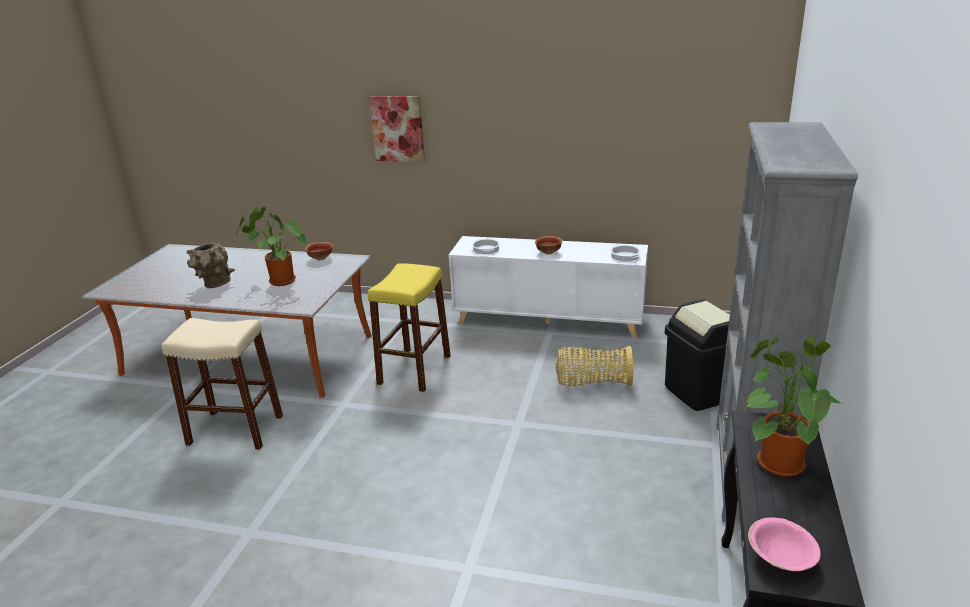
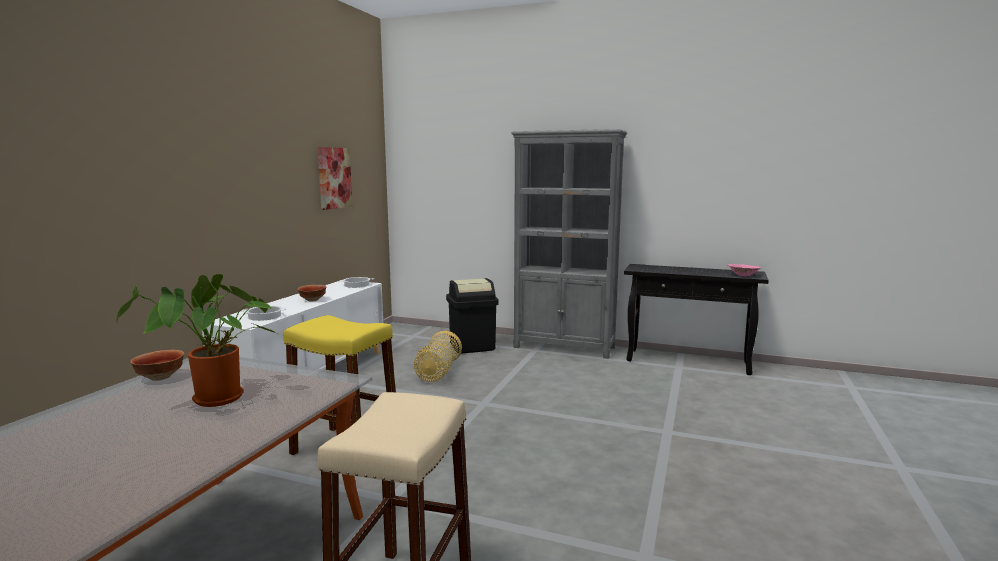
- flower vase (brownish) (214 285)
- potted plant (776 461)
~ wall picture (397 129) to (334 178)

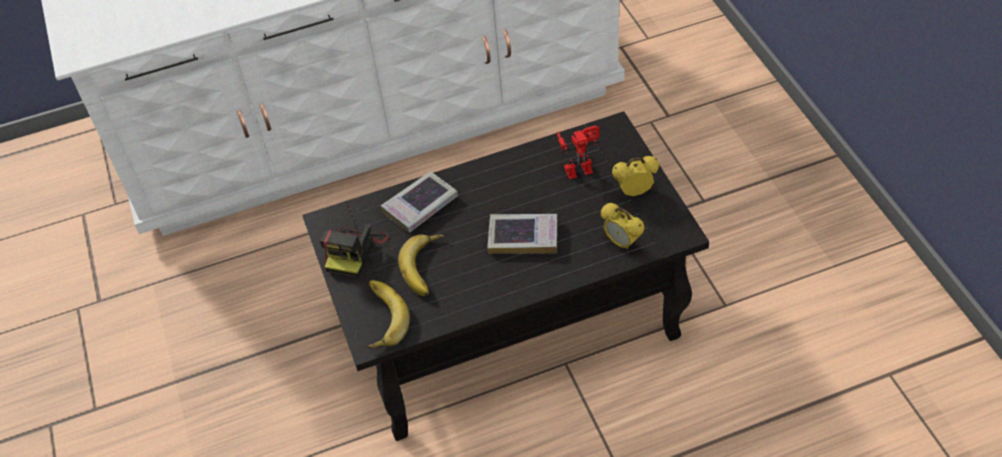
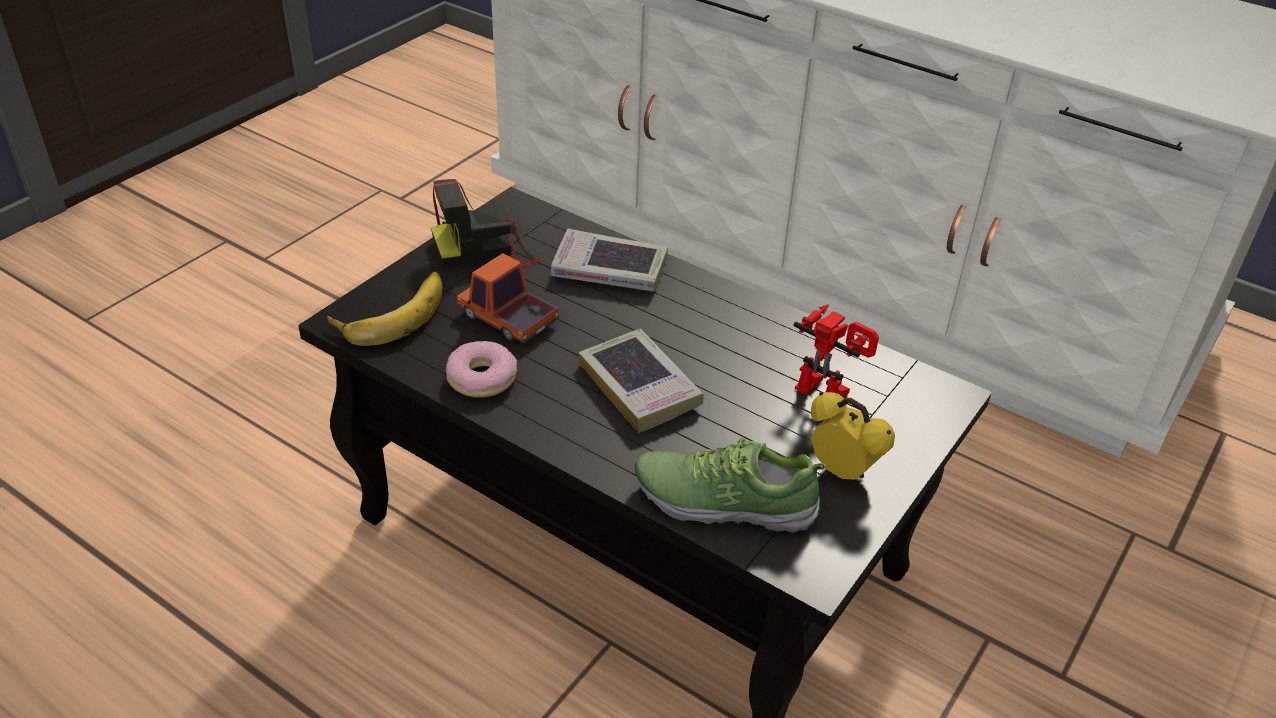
+ donut (482 378)
~ banana fruit (427 267) to toy lorry (508 318)
~ bedside clock (621 243) to low shoe (724 500)

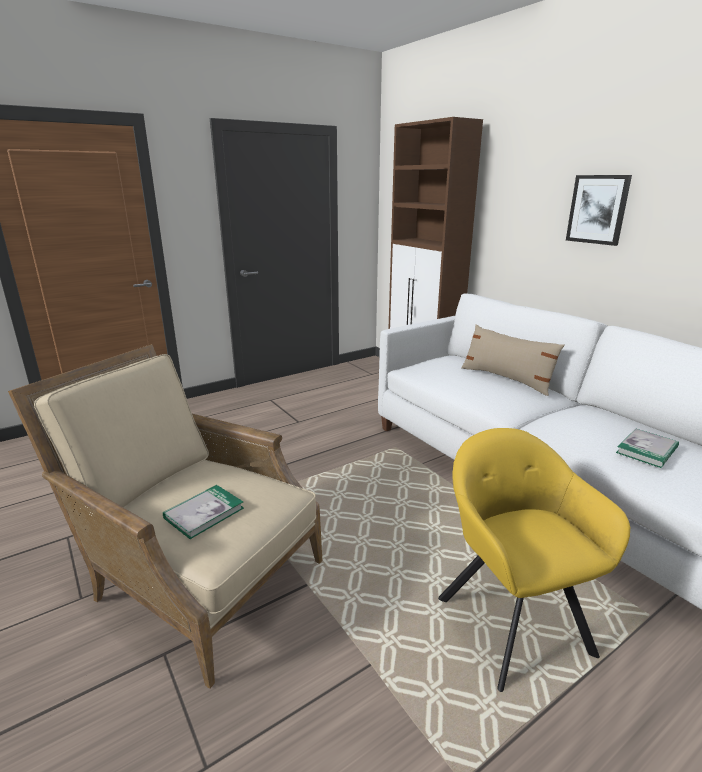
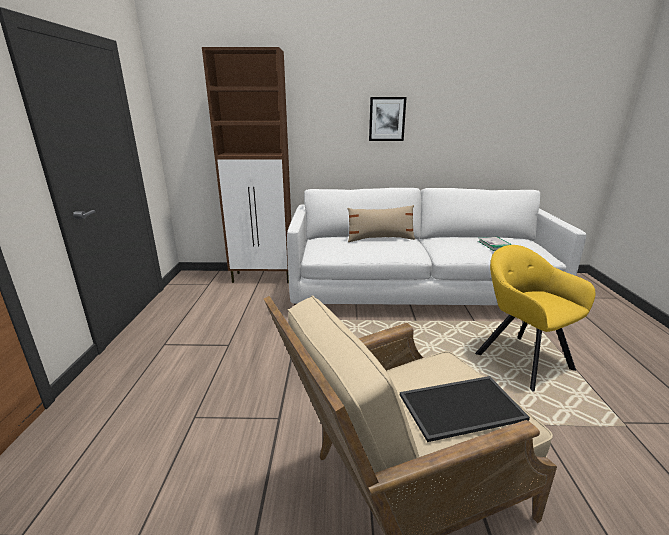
~ bound book (204 513) to tray (461 405)
~ armchair (yellow-coloured) (510 618) = (520 358) 45 degrees clockwise

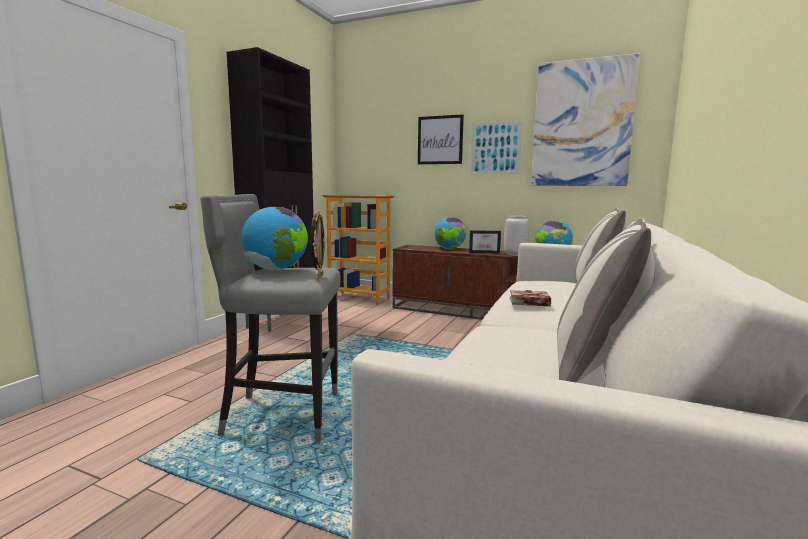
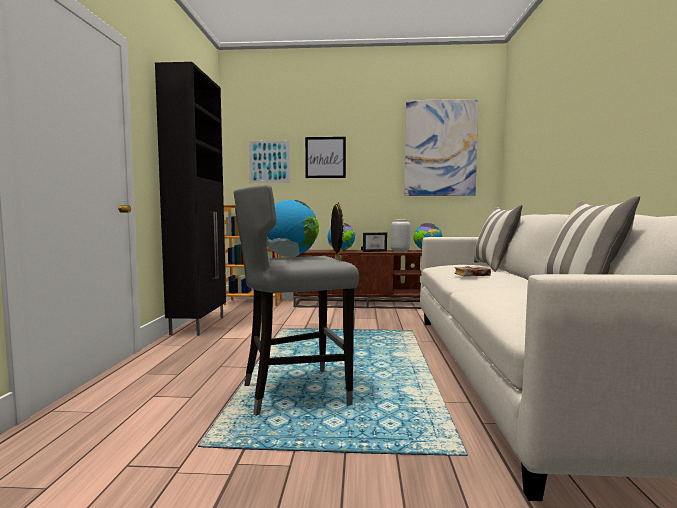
~ wall picture (495 148) to (269 161)

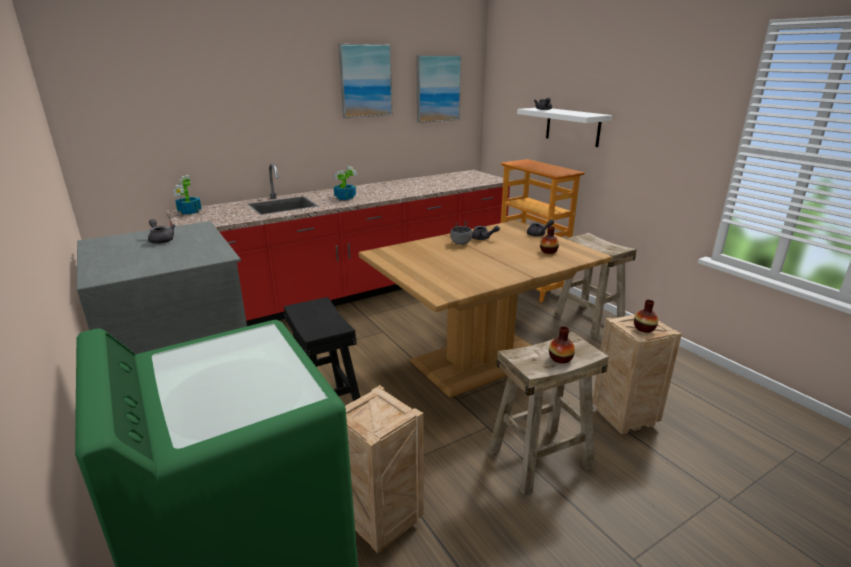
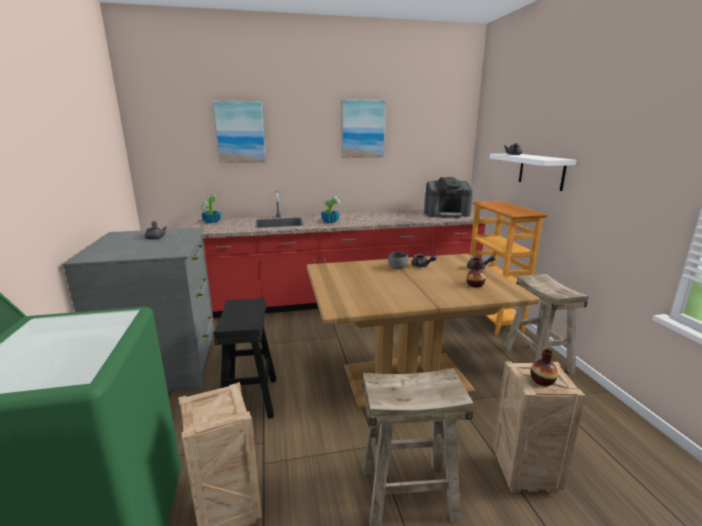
- flower vase (560 358)
+ coffee machine (446 214)
~ wall picture (437 88) to (240 132)

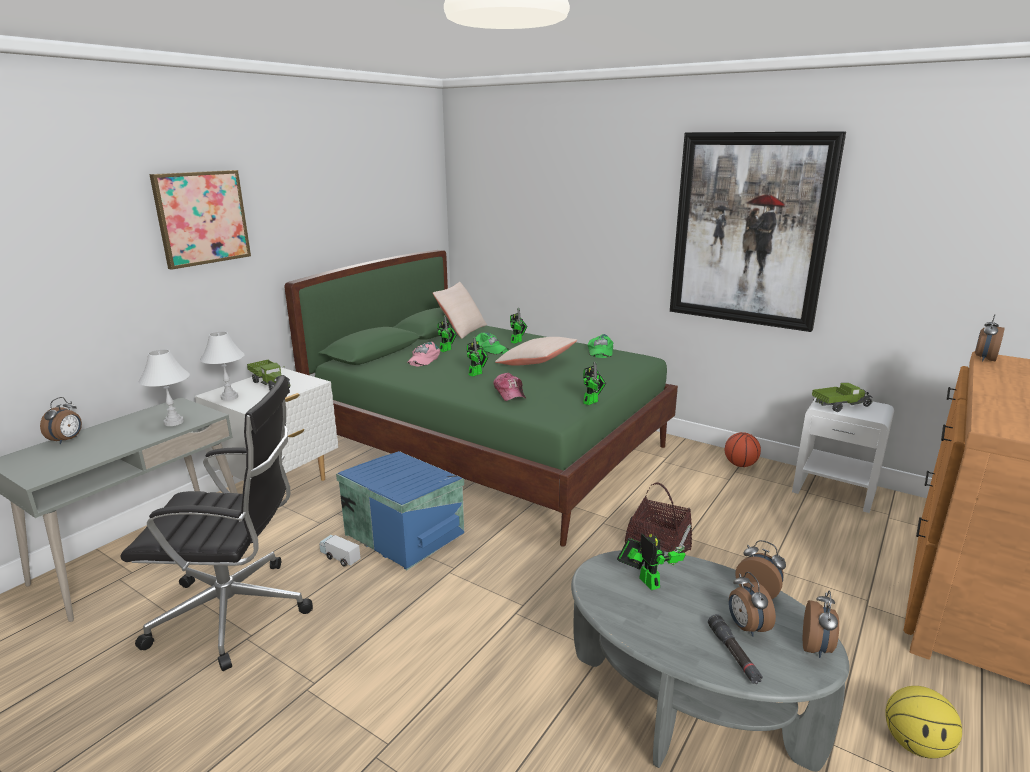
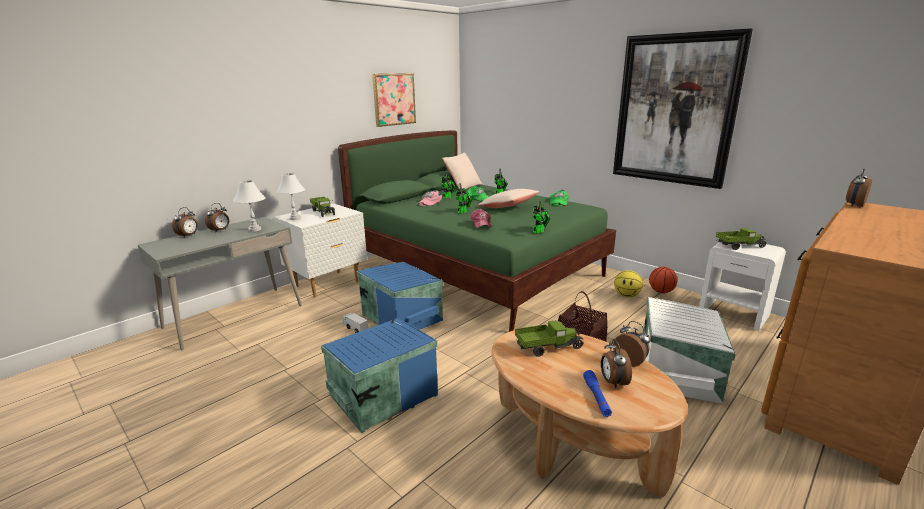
- computer chair (black-coloured) (236 613)
+ storage container (blue) (381 394)
+ storage container (whitish) (679 372)
~ wall picture (202 218) to (394 99)
~ bedside clock (816 648) to (220 230)
~ basketball (916 745) to (627 296)
~ robot figure (647 580) to toy lorry (548 347)
~ low table (grey) (686 709) to low table (brownish) (573 445)
~ torch (black-coloured) (733 654) to torch (blue) (596 397)

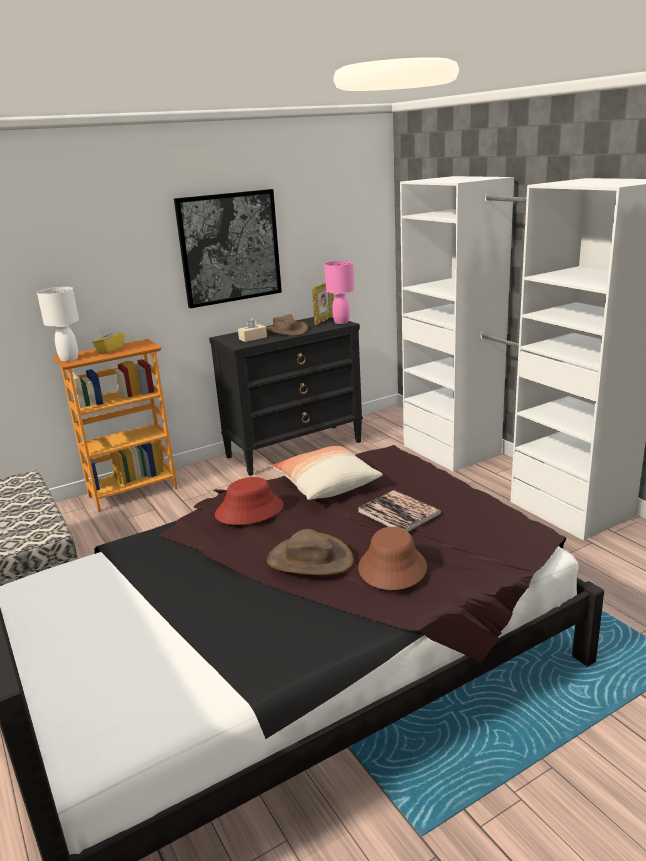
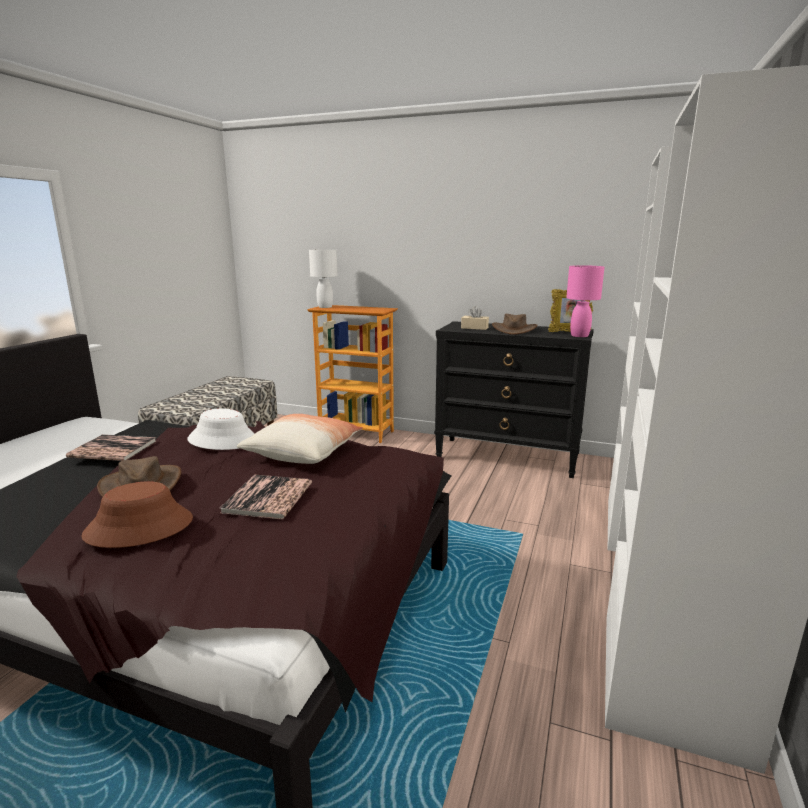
- box of tissues (yellow-coloured) (110 350)
- wall picture (229 248)
+ bound book (113 449)
~ clothing hat (reddish) (249 510) to clothing hat (whitish) (223 440)

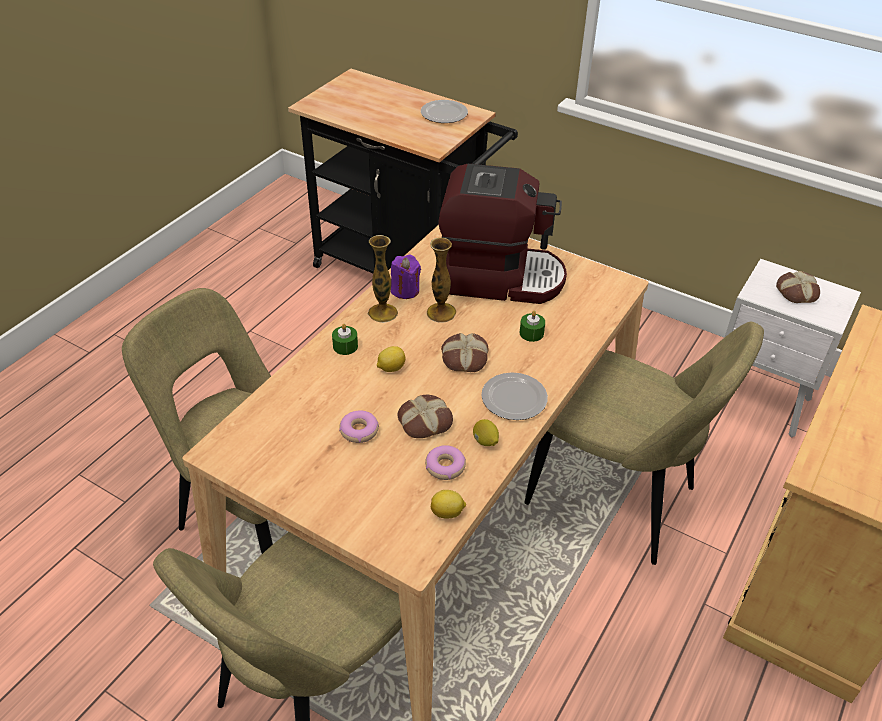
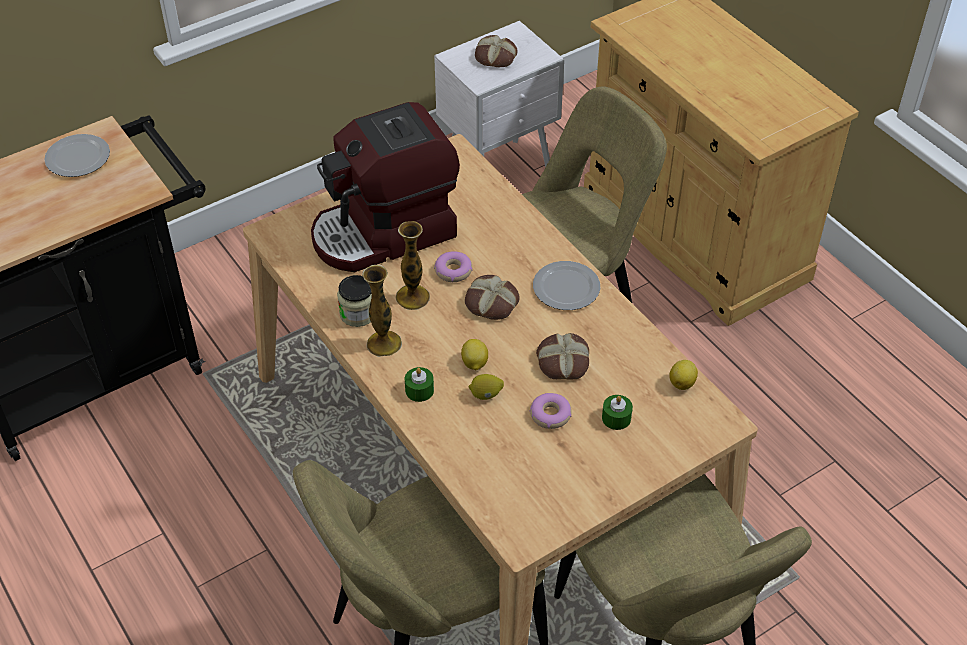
~ donut (445 466) to (453 271)
~ citrus fruit (485 441) to (486 394)
~ wax candle (greenish) (531 333) to (616 418)
~ wax candle (purple) (405 290) to jar (358 314)
~ coffee machine (500 277) = (385 233) 150 degrees counterclockwise

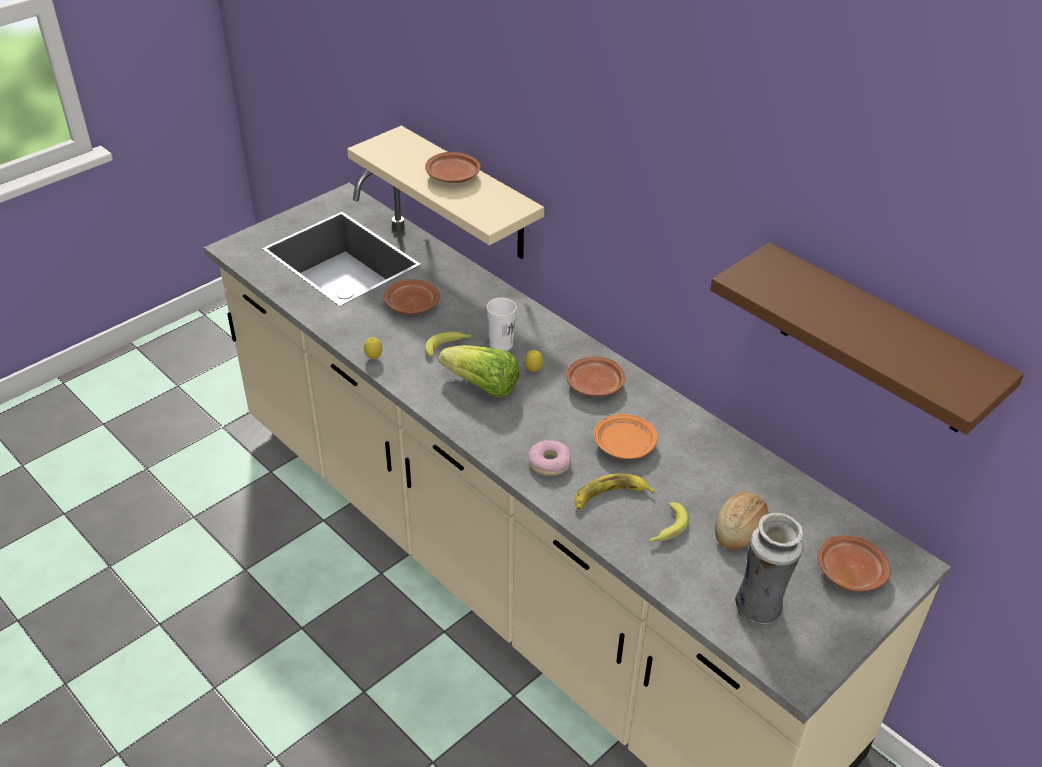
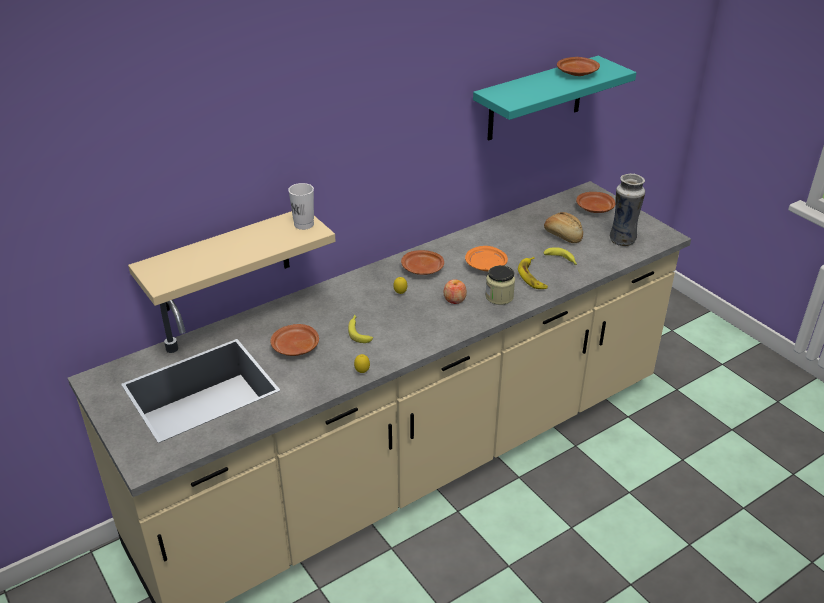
- lettuce head (482 386)
+ whole apple (454 299)
~ plate (brownish) (453 177) to (577 73)
~ drinking cup (whitish) (501 344) to (304 224)
~ donut (549 463) to jar (499 297)
~ bracket shelf (brownish) (876 342) to bracket shelf (turquoise) (535 99)

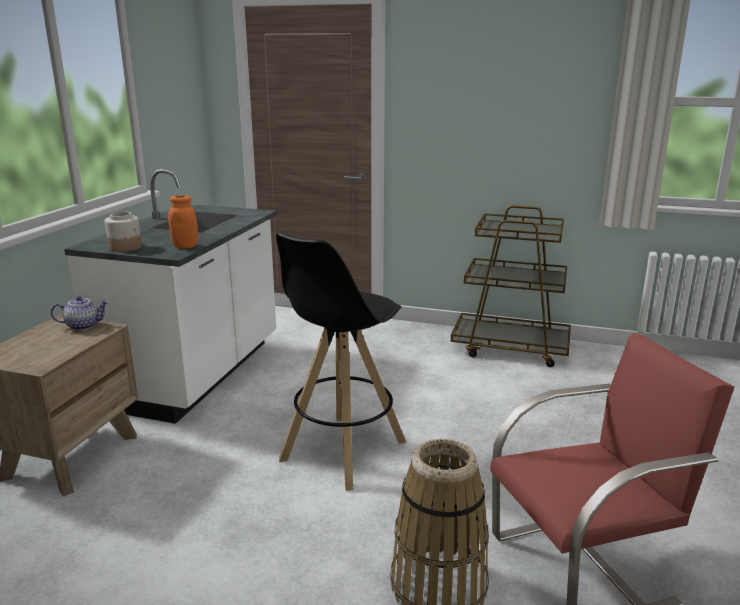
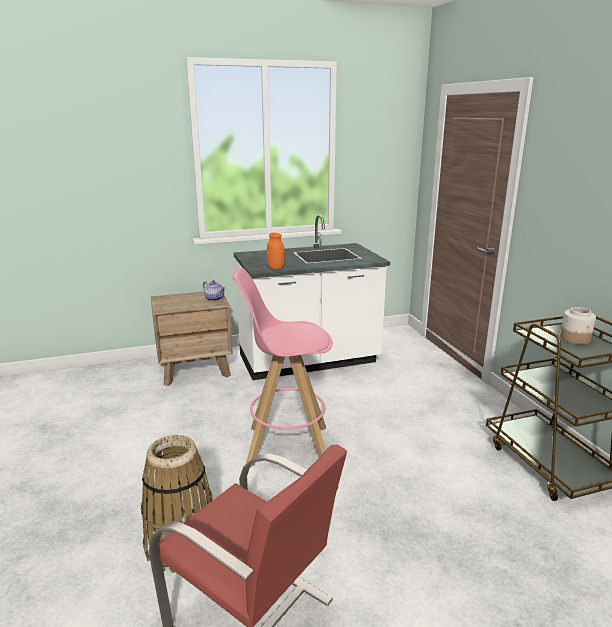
~ jar (125 247) to (575 338)
~ stool (black-coloured) (342 451) to stool (pink) (286 445)

